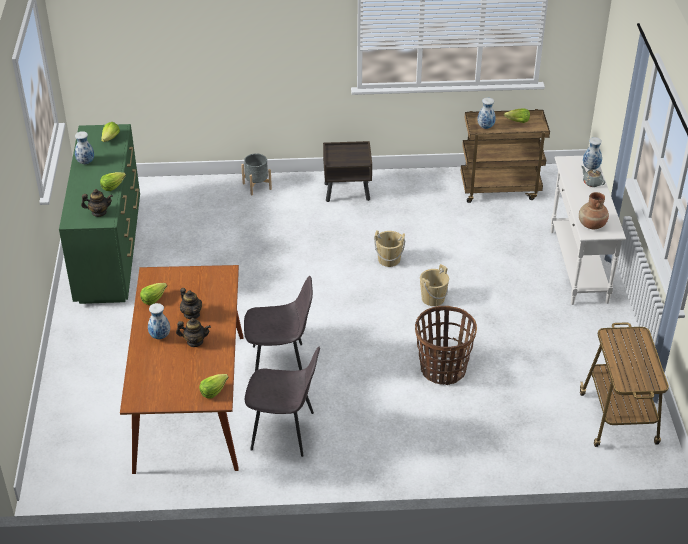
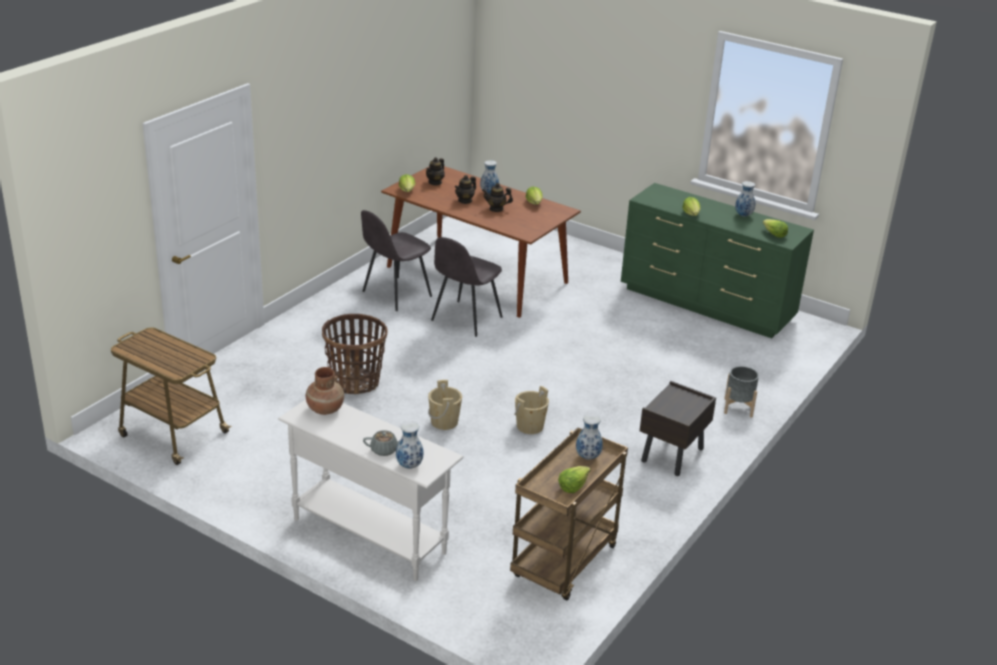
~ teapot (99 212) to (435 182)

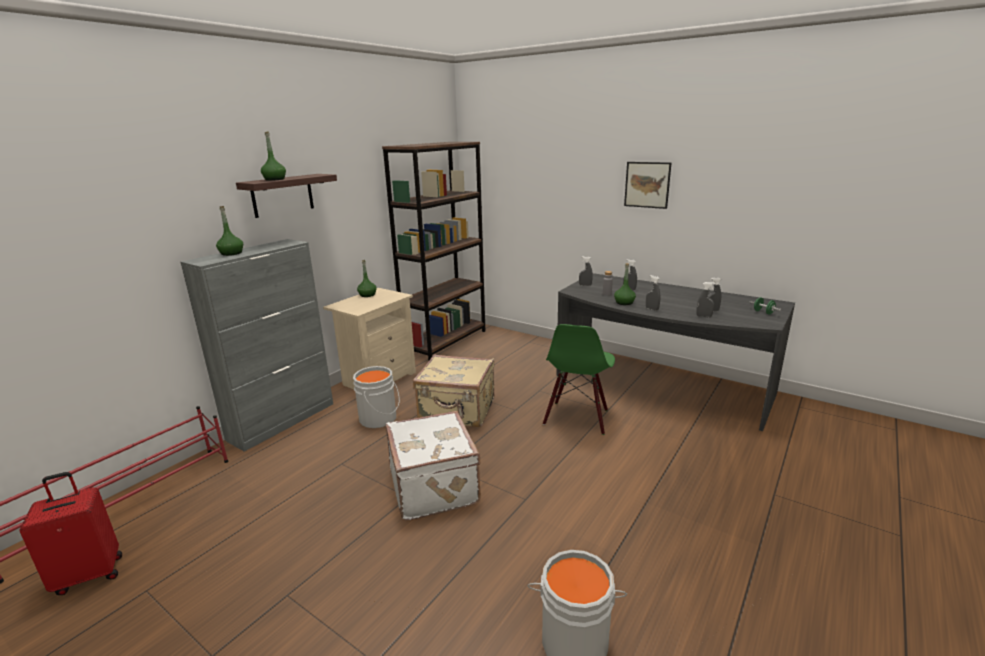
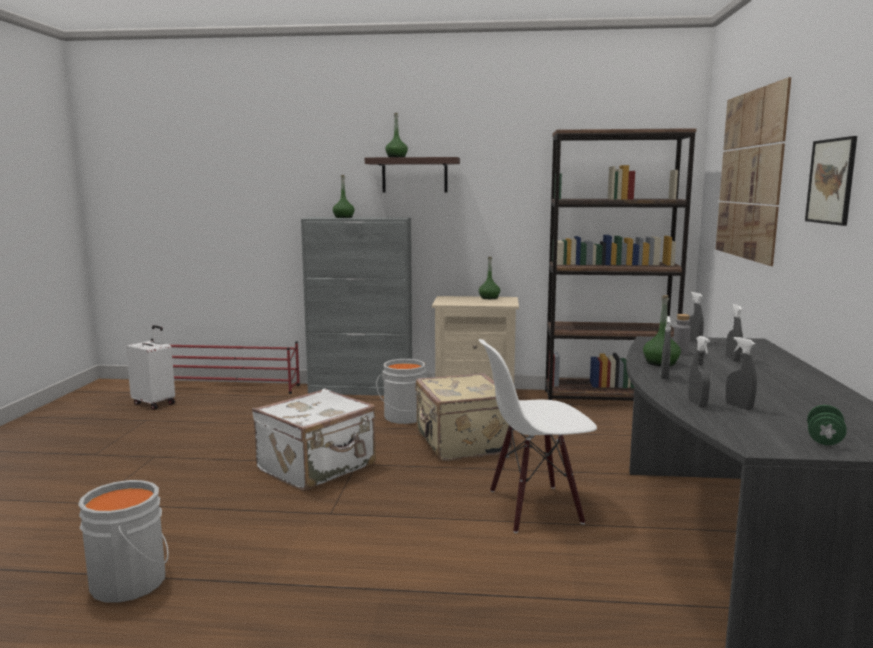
+ wall picture (750 175)
~ piece of luggage (reddish) (90 574) to piece of luggage (whitish) (155 403)
~ plain chair (greenish) (577 418) to plain chair (whitish) (534 507)

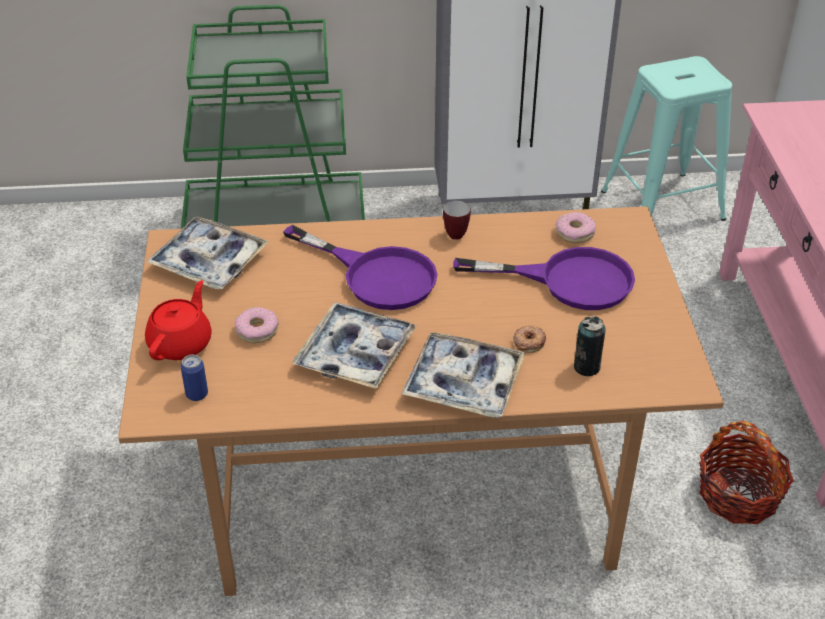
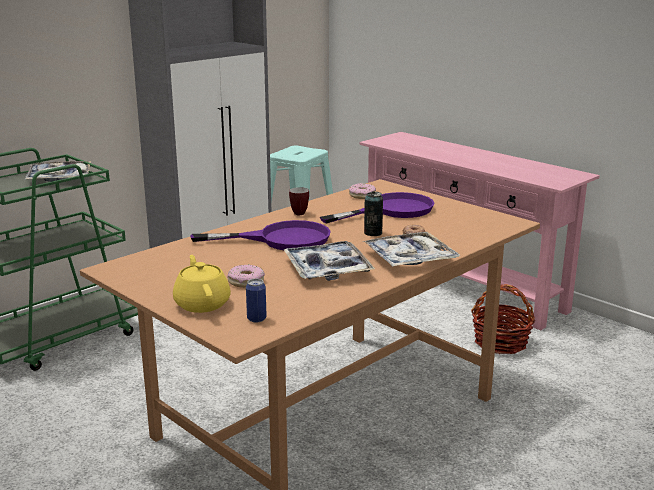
~ tray (209 262) to (59 178)
~ metal can (586 367) to (373 233)
~ teapot (reddish) (181 343) to teapot (yellow-coloured) (202 303)

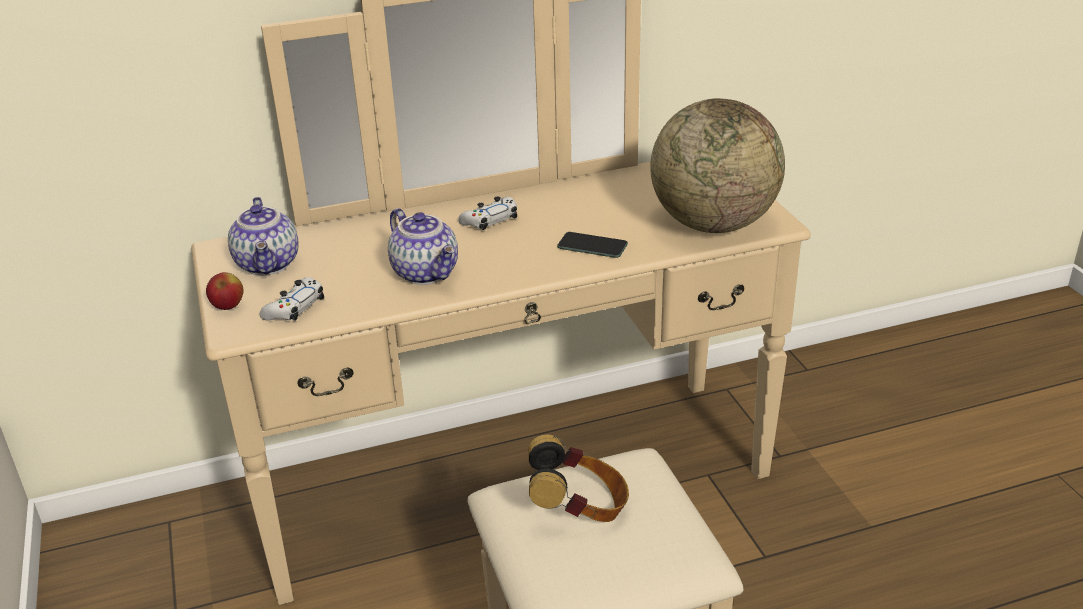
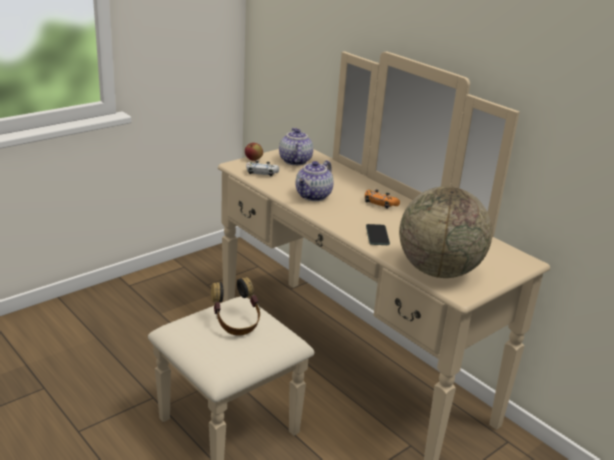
~ joypad (whitish) (490 220) to joypad (orange) (380 203)
~ teapot (269 264) = (294 161) 120 degrees clockwise

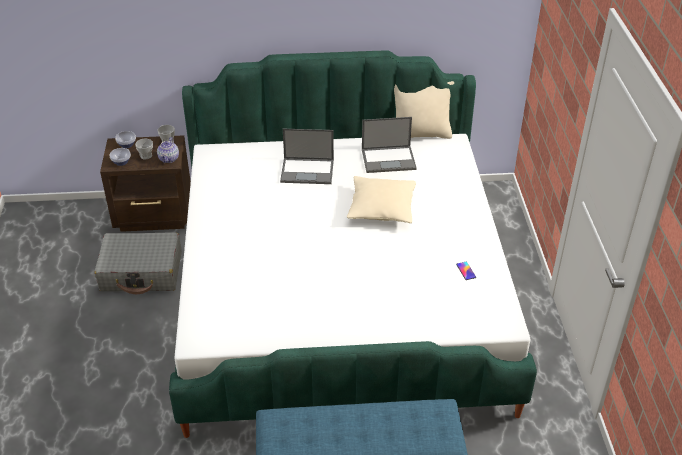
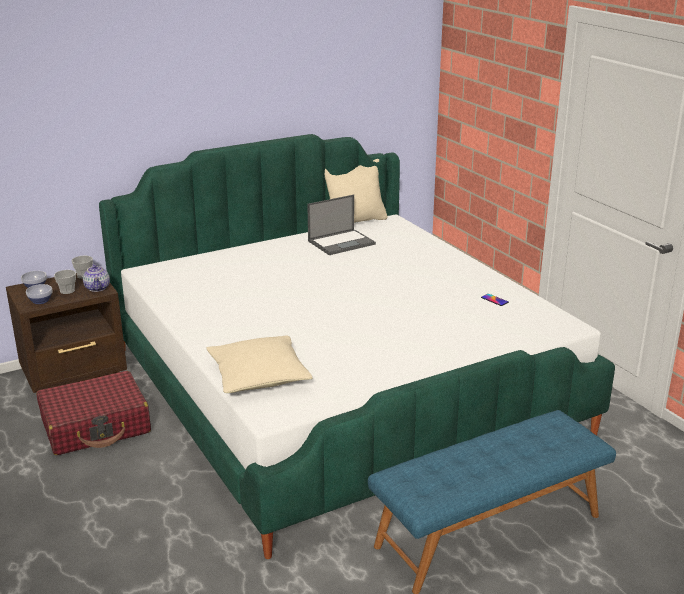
- portable computer (308 171)
~ pillow (beige) (381 208) to (258 377)
~ piece of luggage (grey) (141 272) to piece of luggage (reddish) (96 426)

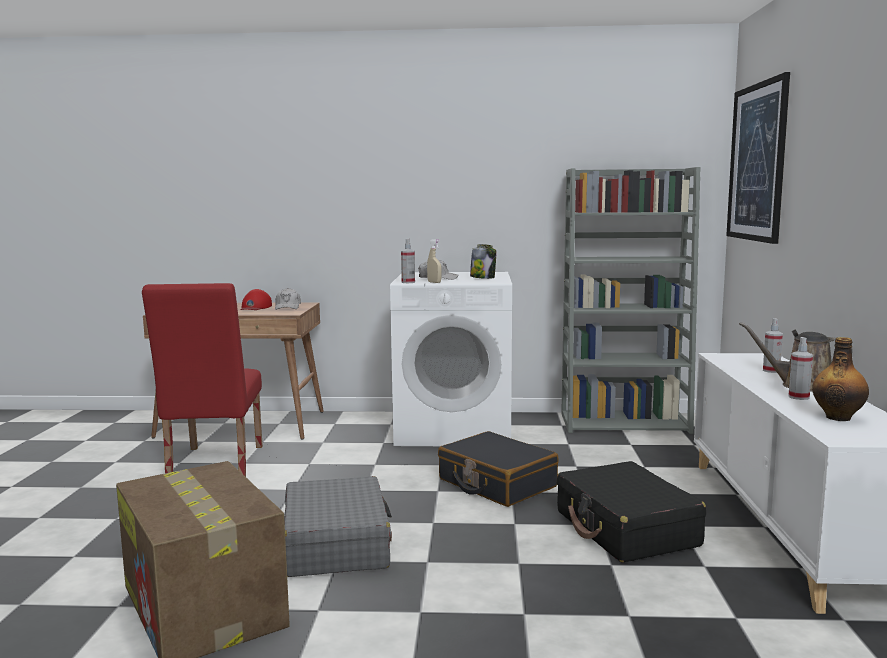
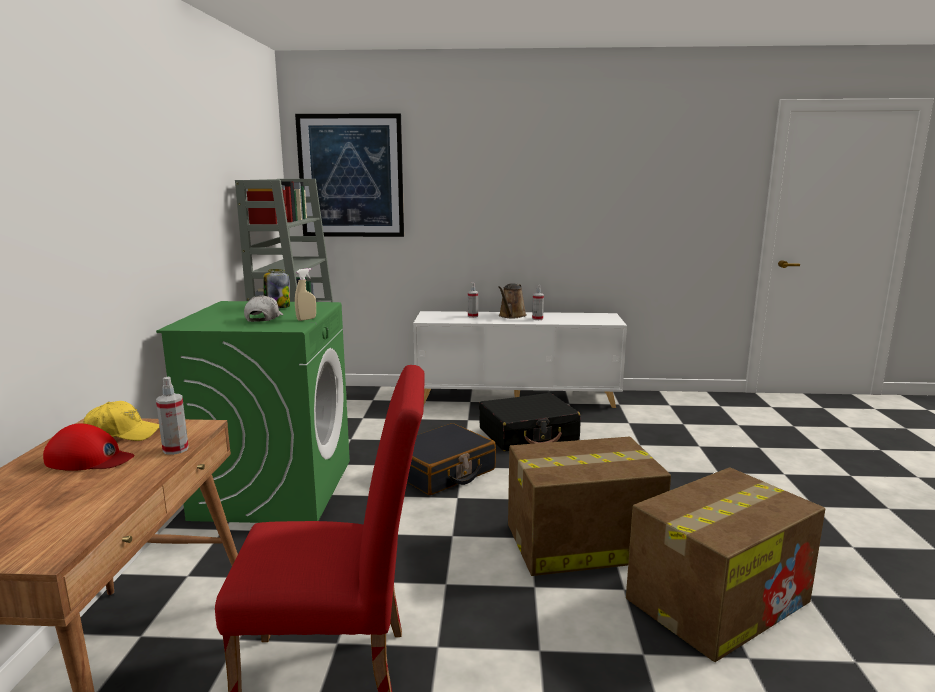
- bottle (838 417)
~ sprayer (408 282) to (175 449)
~ piece of luggage (grey) (336 544) to packing box (579 543)
~ cap (whitish) (288 307) to cap (yellow-coloured) (123 433)
~ laundry appliance (whitish) (455 429) to laundry appliance (greenish) (274 488)

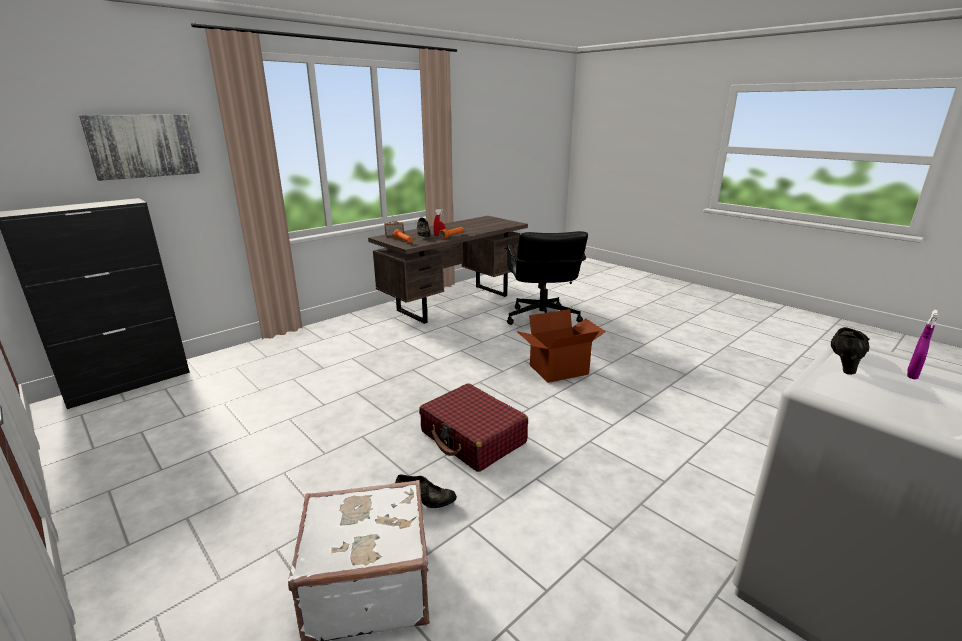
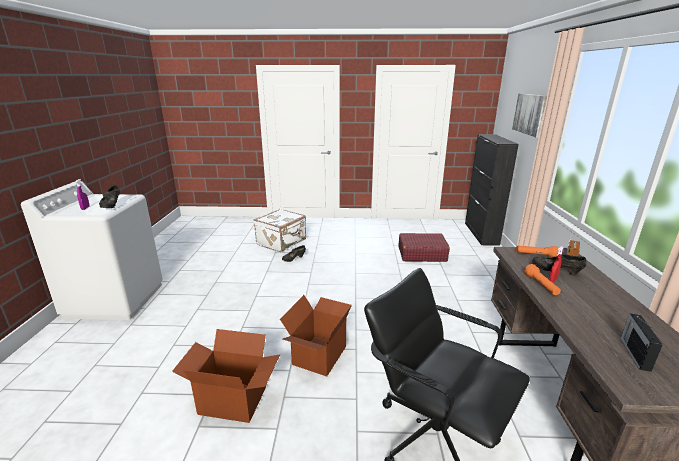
+ packing box (233 399)
+ radio set (634 353)
~ piece of luggage (reddish) (473 438) to (421 254)

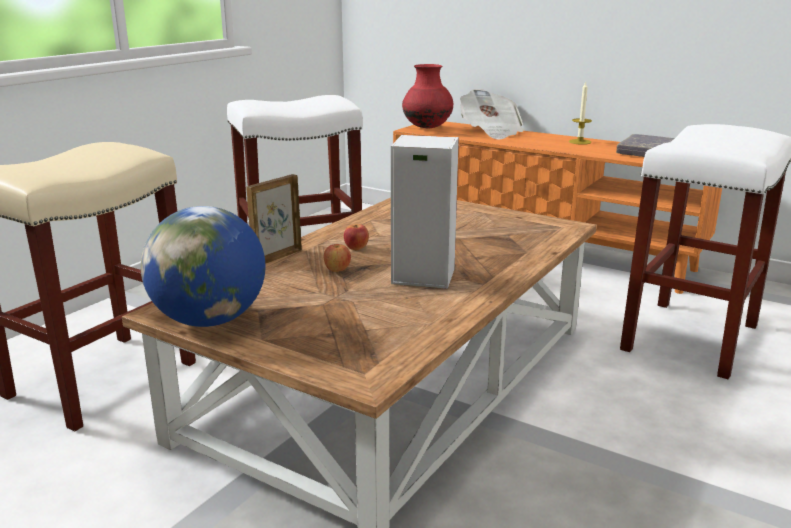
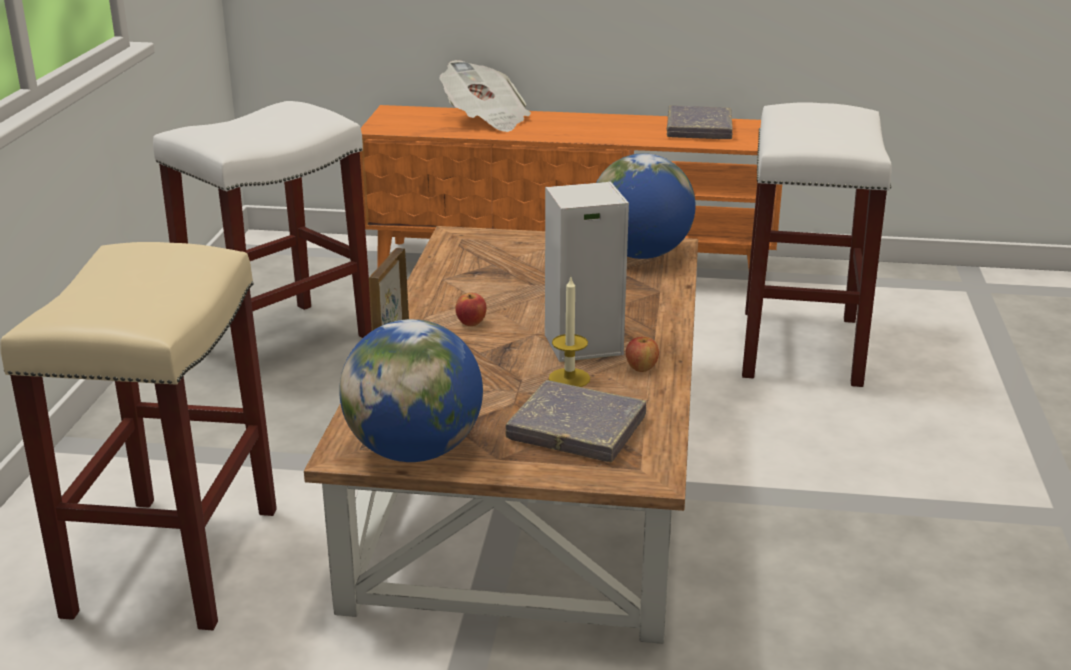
- flower vase (reddish) (427 128)
+ bound book (grey) (577 429)
+ globe (641 254)
~ whole apple (337 270) to (641 368)
~ wax candle (580 142) to (569 378)

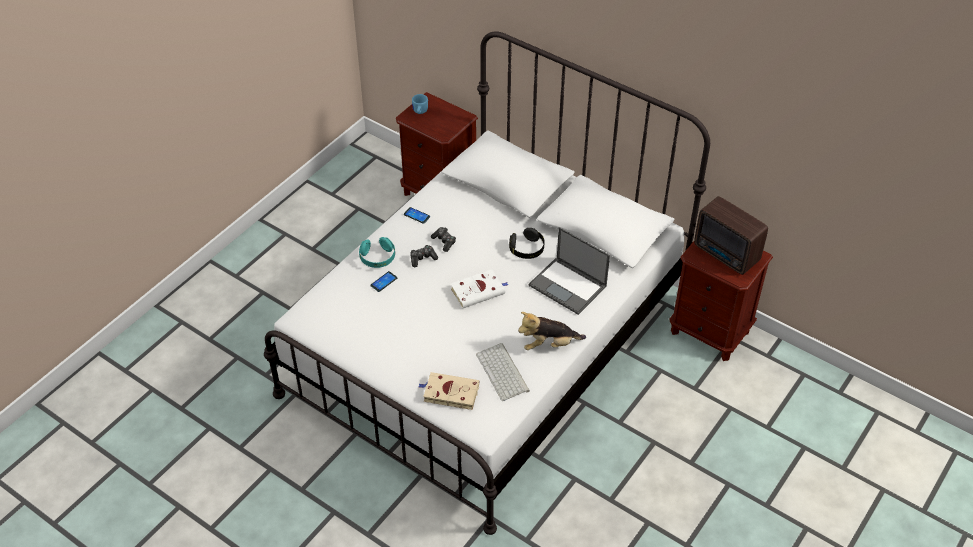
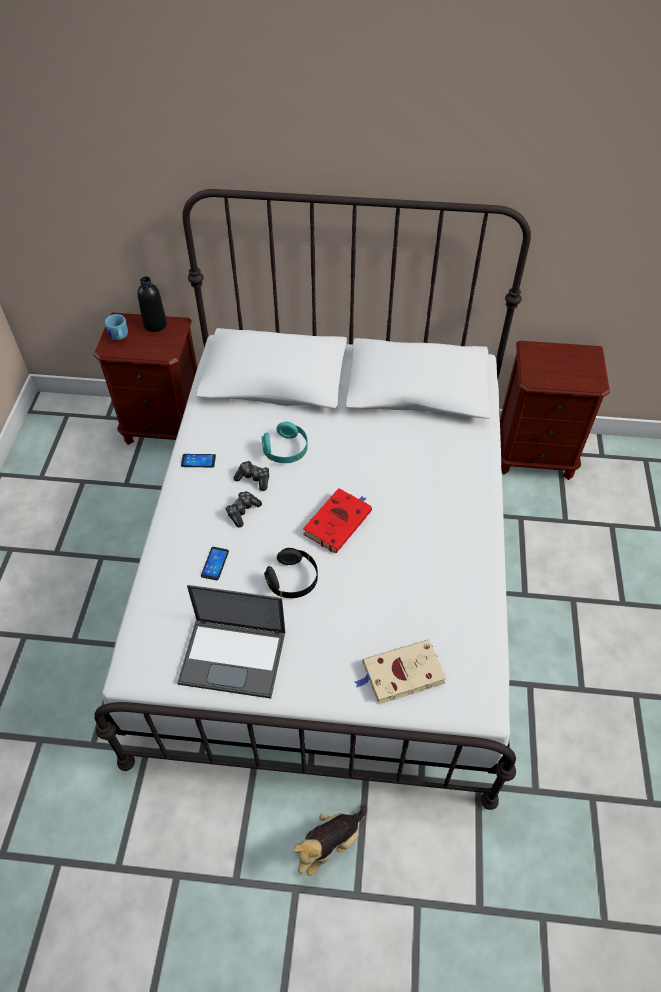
- computer keyboard (503 373)
- radio set (726 255)
+ bottle (black-coloured) (155 324)
~ pair of headphones (turquoise) (377 258) to (286 450)
~ pair of headphones (black-coloured) (527 249) to (293 580)
~ cuddly toy (549 344) to (329 843)
~ portable computer (568 286) to (234 657)
~ bound book (whitish) (479 291) to bound book (reddish) (338 521)

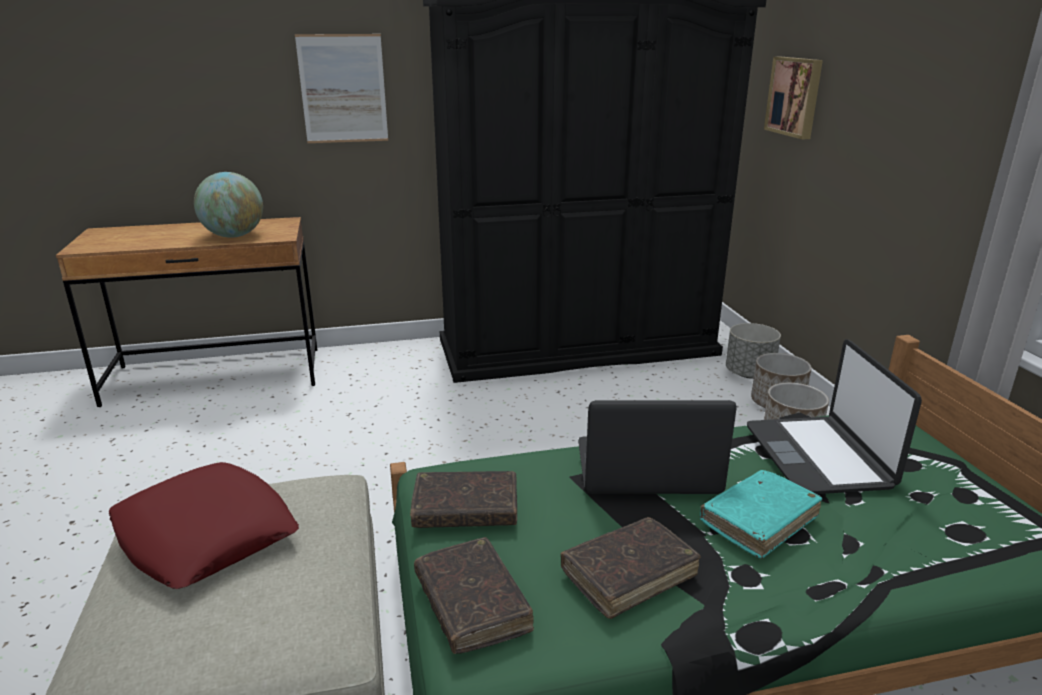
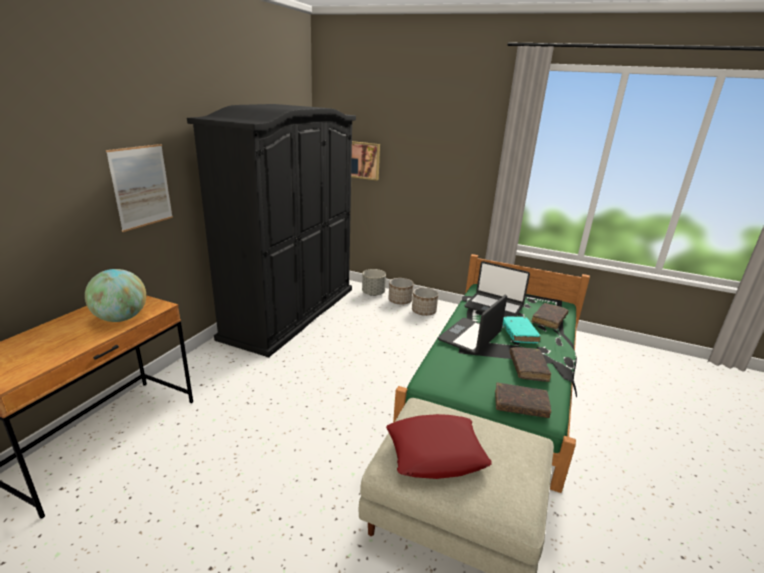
~ bound book (brownish) (465 510) to (549 320)

